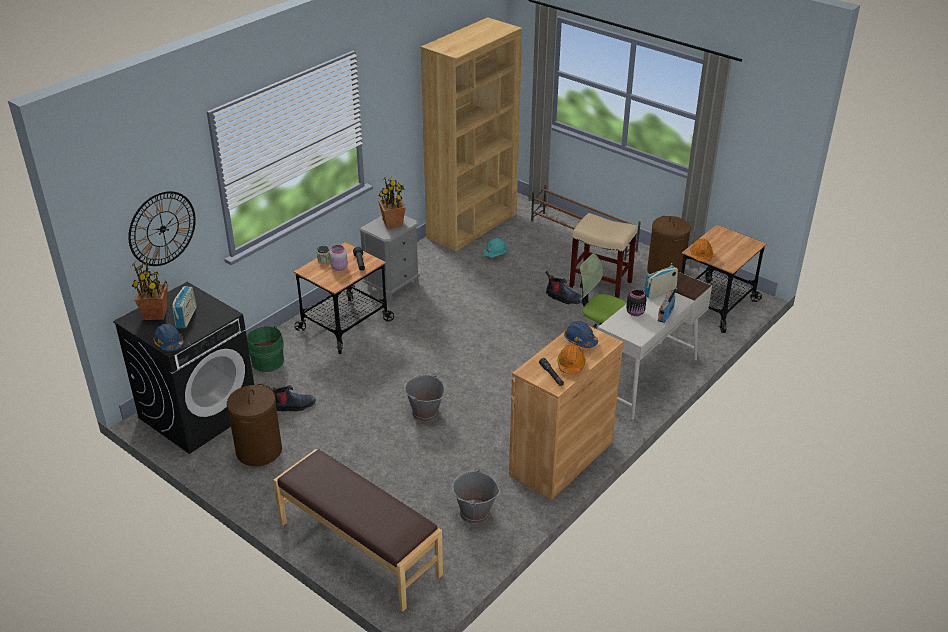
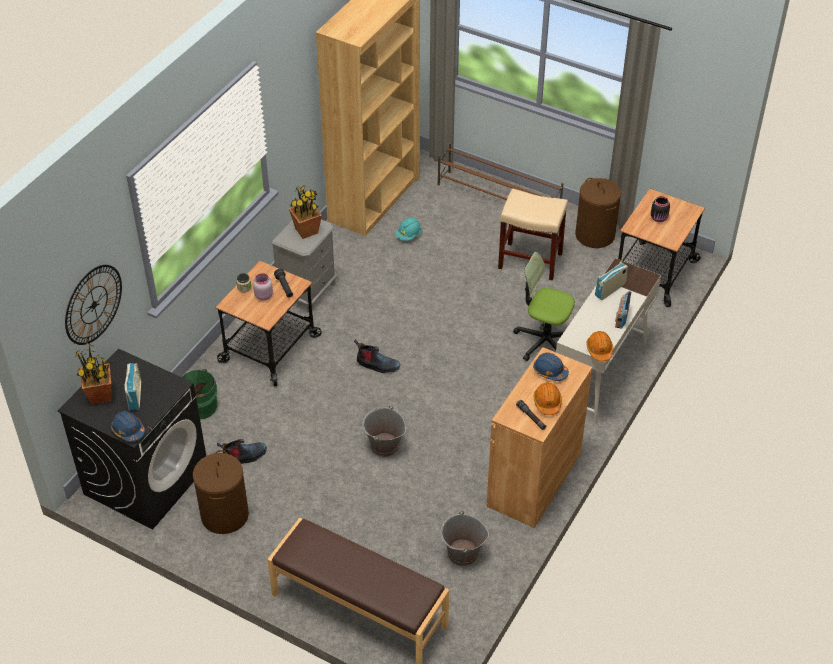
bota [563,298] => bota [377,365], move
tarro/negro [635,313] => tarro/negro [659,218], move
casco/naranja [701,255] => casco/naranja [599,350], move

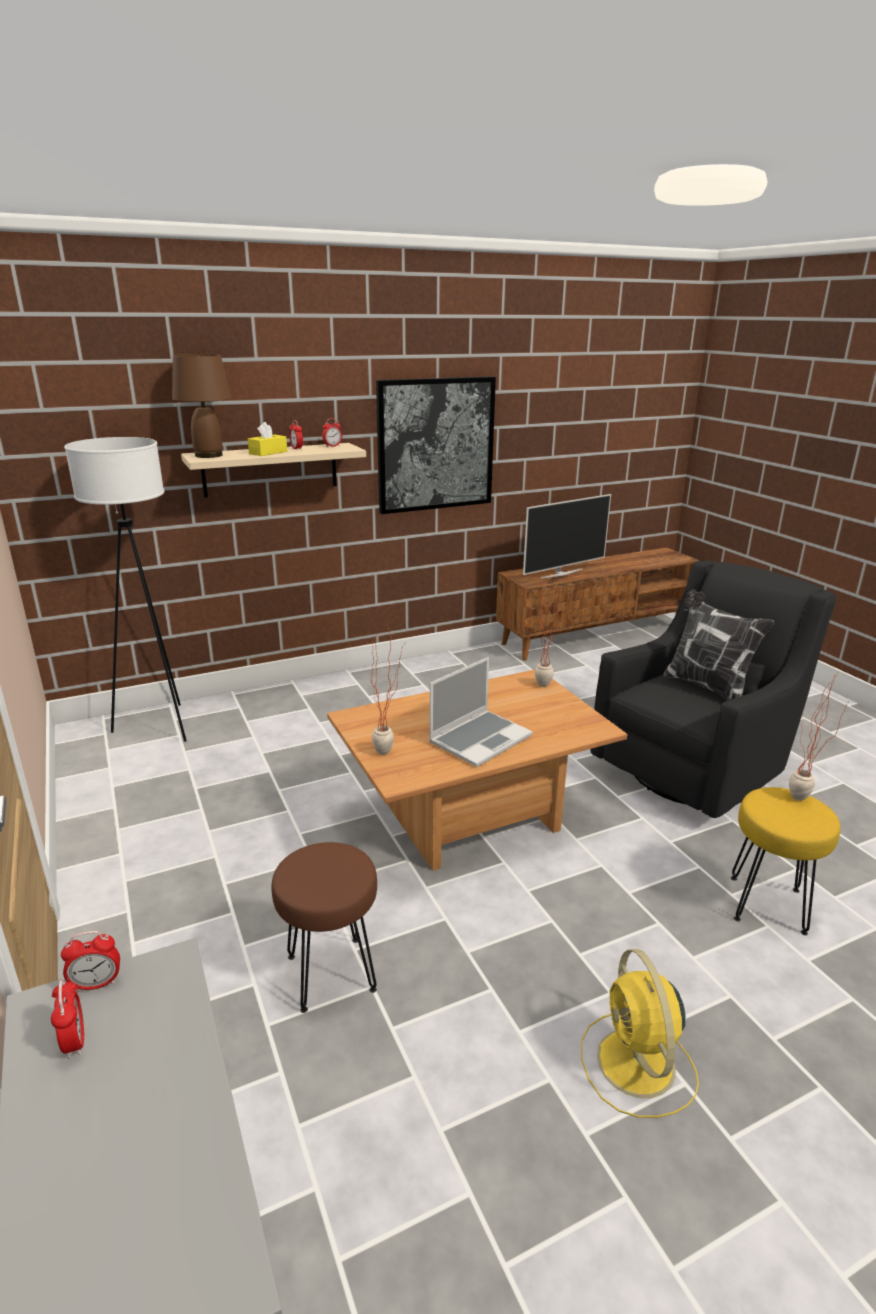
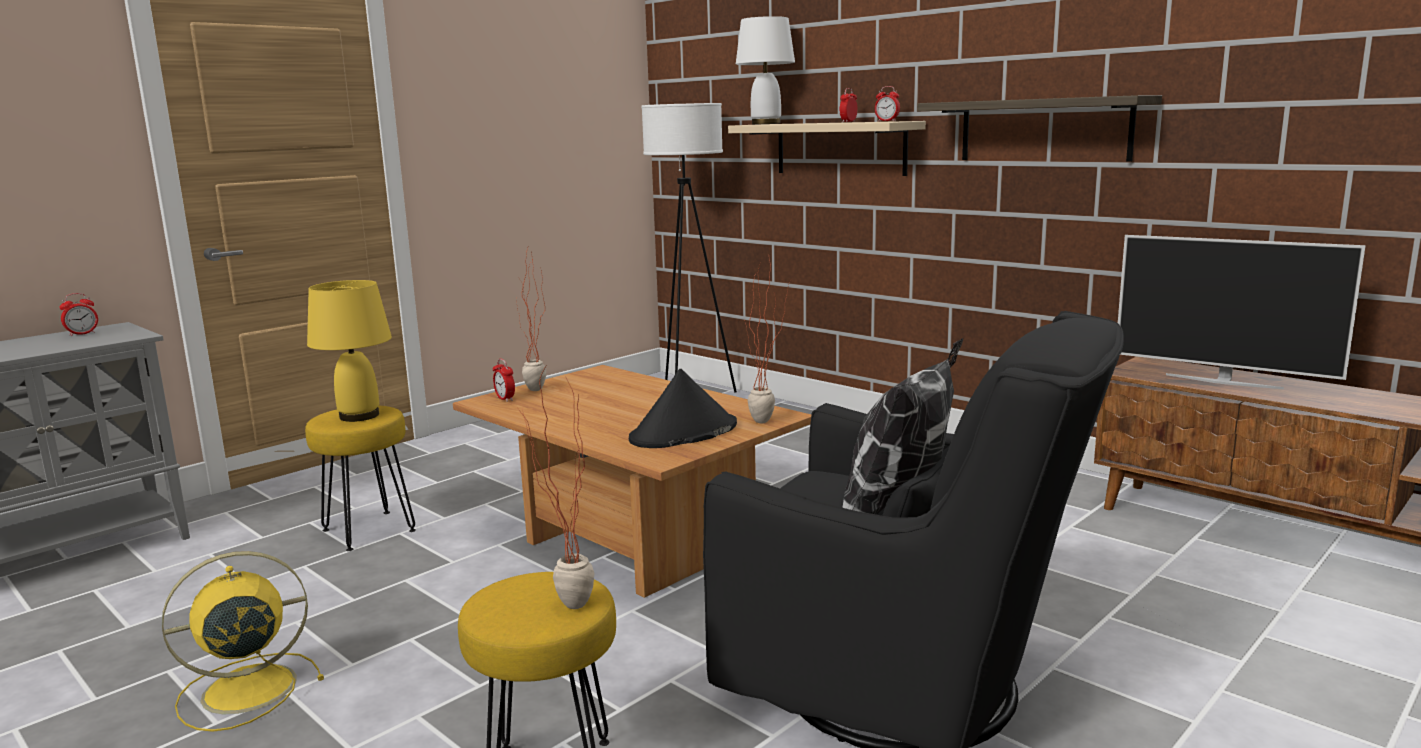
despertador [97,984] => despertador [505,399], move
lámpara de mesa/marrón [208,455] => lámpara de mesa/blanco [765,124]
caja de pañuelos/amarillo [268,453] => nothing
taburete/marrón [330,972] => taburete/amarillo [369,530]
cuadro [435,444] => estante [1044,130]
portátil [480,739] => nothing
nothing => lámpara de mesa/amarillo [360,416]
nothing => sombrero/negro [683,433]

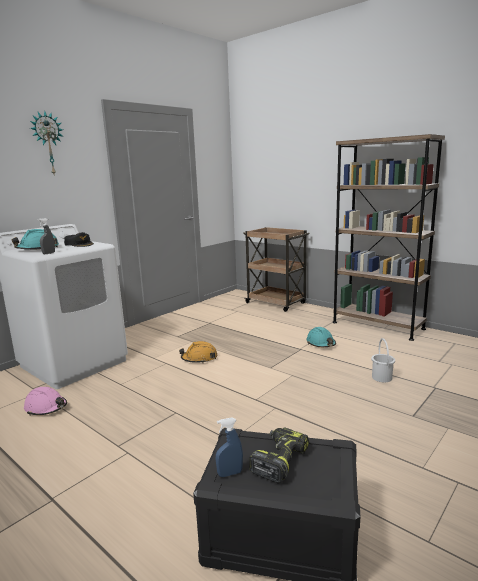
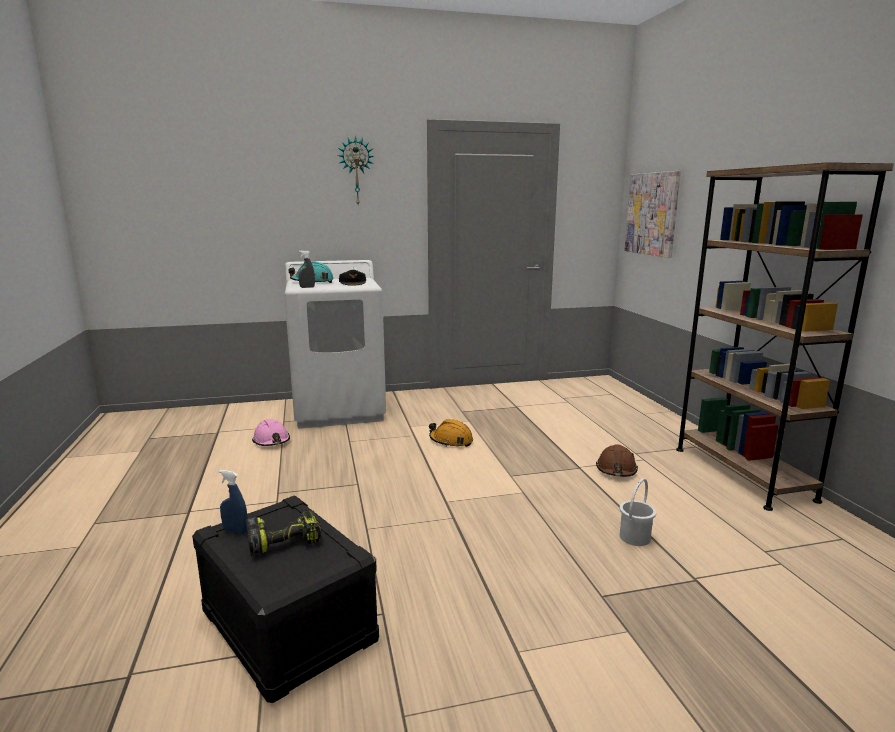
carrito/marrón [276,303] => nothing
casco/turquesa [321,344] => casco/marrón [616,470]
nothing => cuadro [652,214]

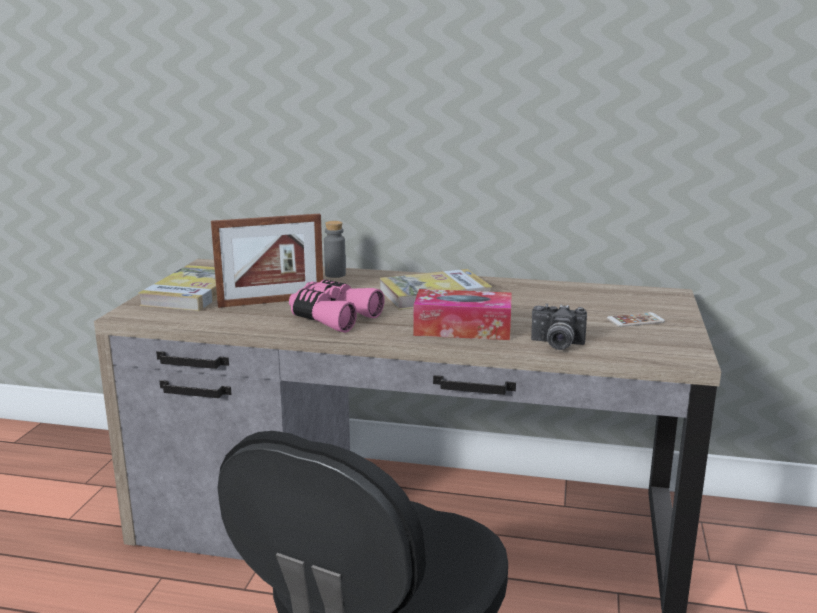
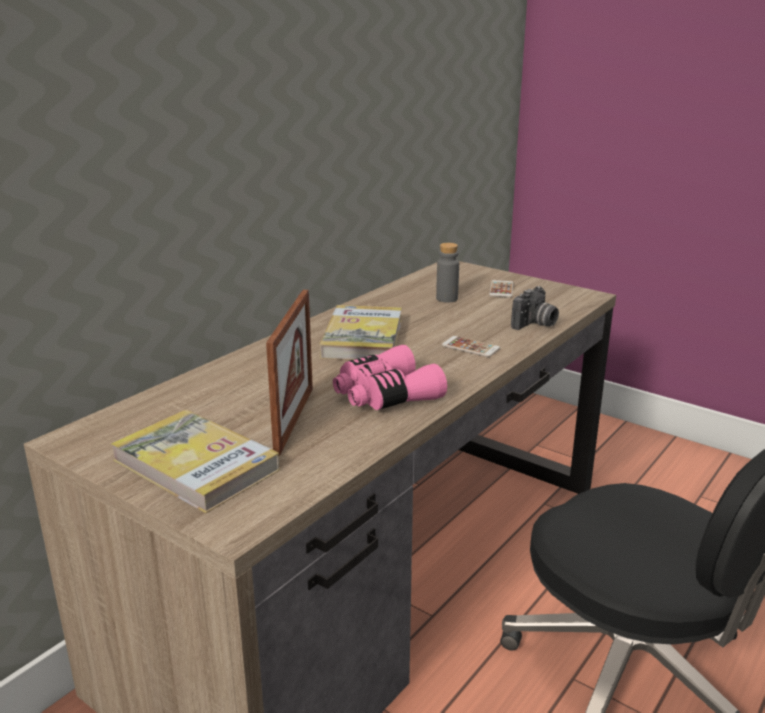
botella/gris [335,274] => botella/gris [447,299], move
caja de pañuelos [462,329] => móvil [470,347]

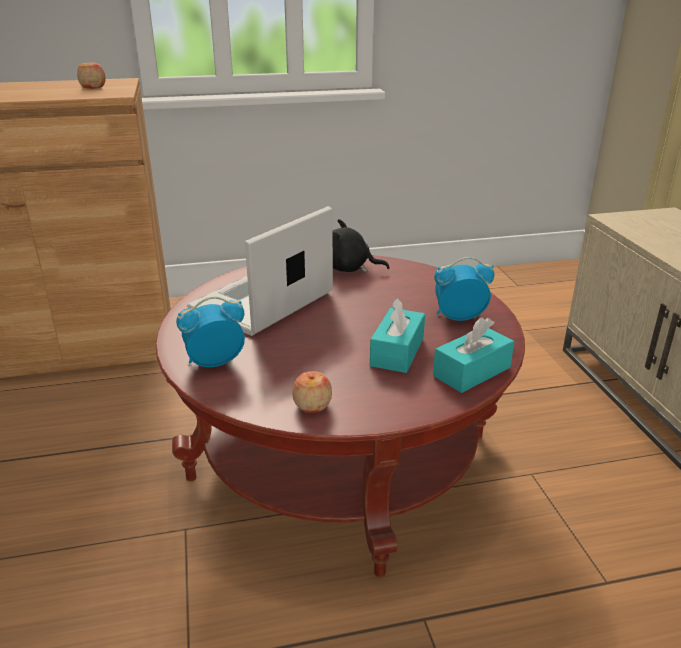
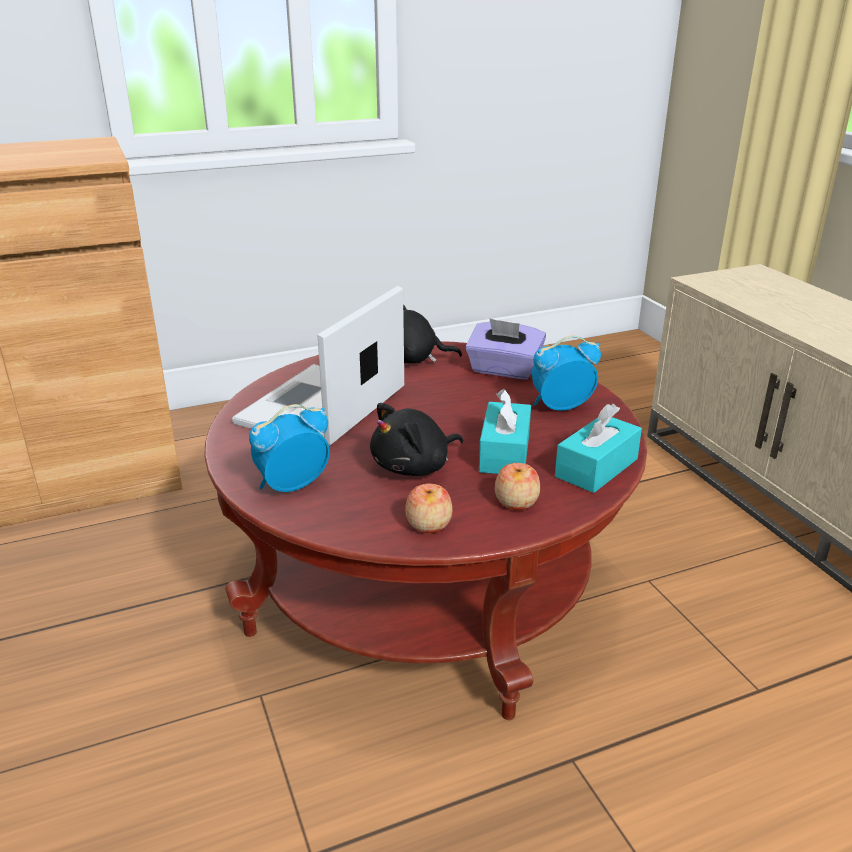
manzana [93,87] => manzana [516,502], move
nothing => peluche/negro [414,467]
nothing => caja de pañuelos/morado [504,370]

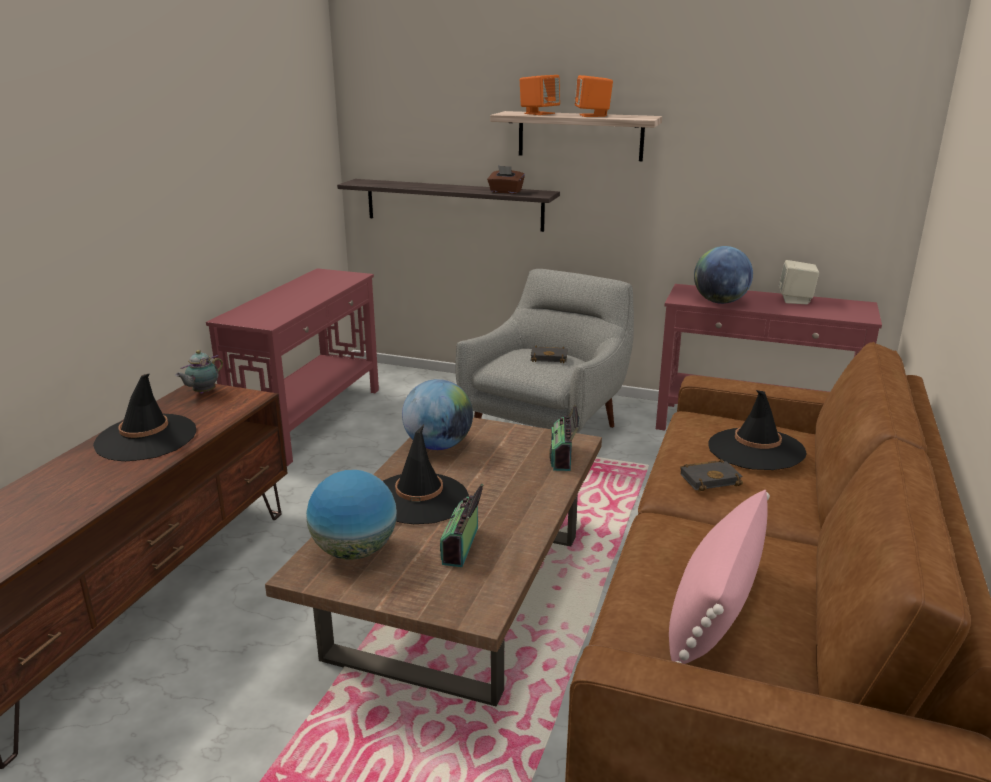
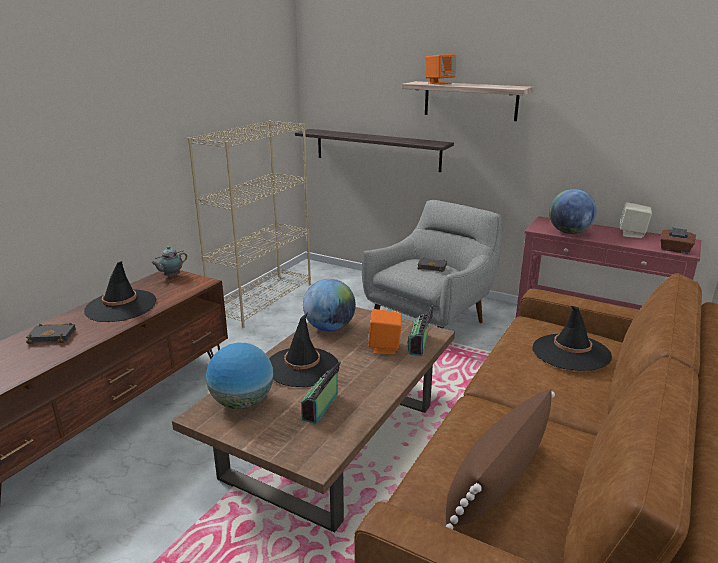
mesa consola/rojo [310,419] => estantería/beis [262,299]
caja de pañuelos/marrón [505,192] => caja de pañuelos/marrón [674,250], move
altavoz/naranja [592,115] => altavoz/naranja [385,348], move
cojín/rosa [714,608] => cojín/marrón [496,482]
libro/negro [710,478] => libro/negro [54,336], move

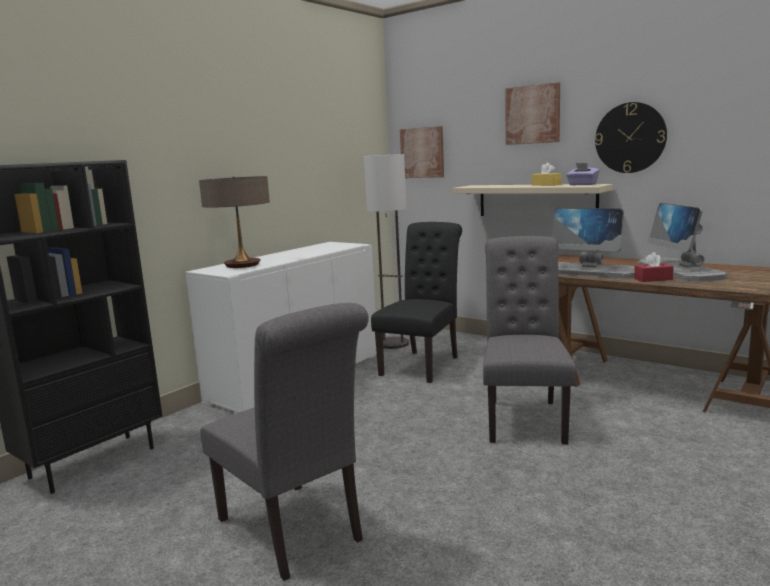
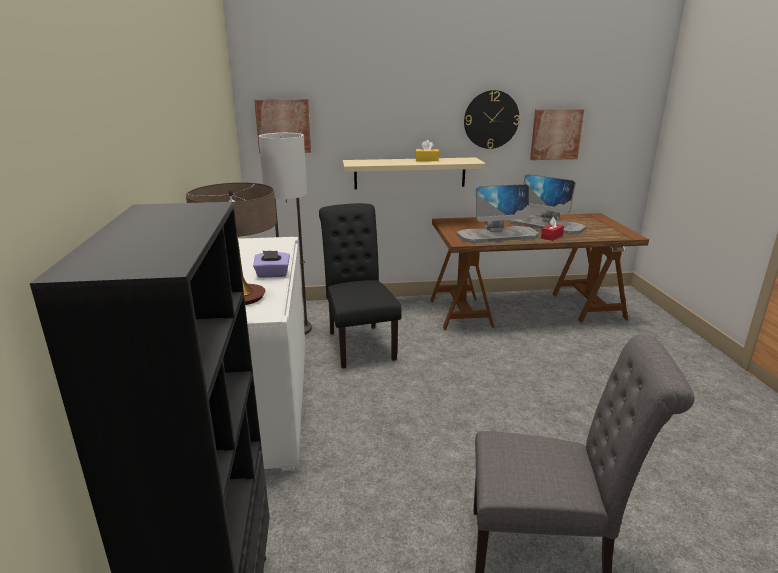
silla/gris [524,417] => nothing
cuadro [533,114] => cuadro [555,134], move
caja de pañuelos/morado [582,185] => caja de pañuelos/morado [272,274], move

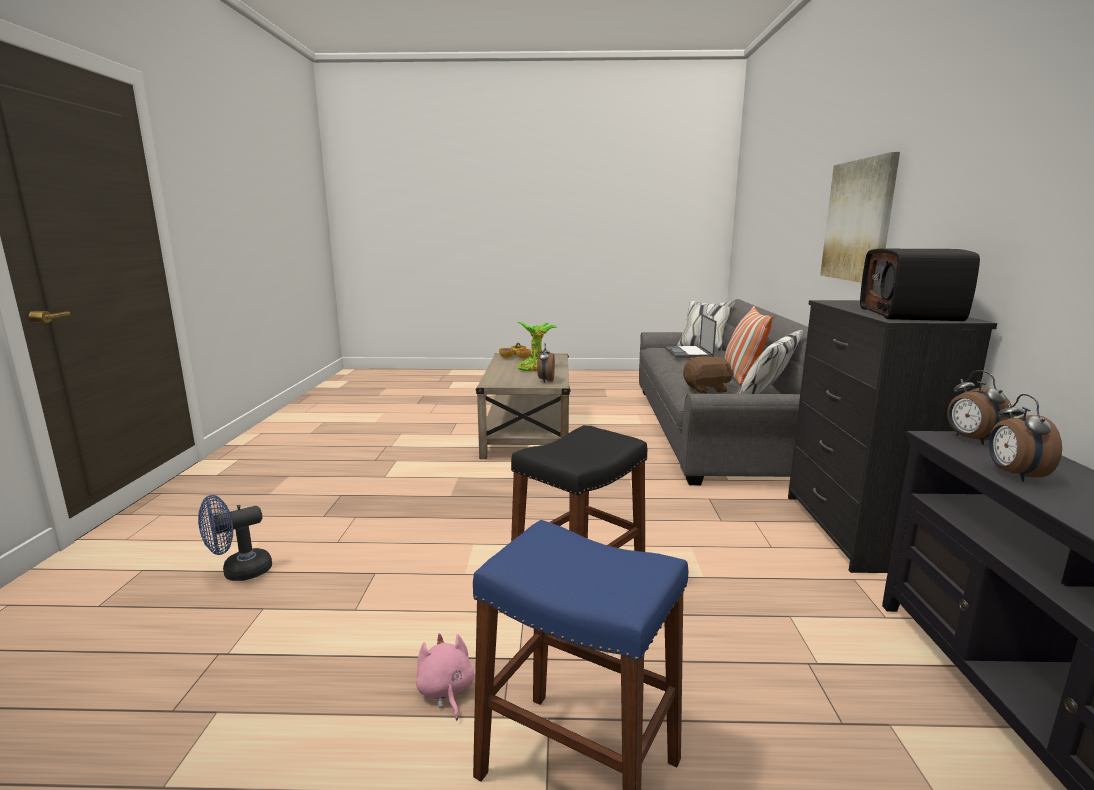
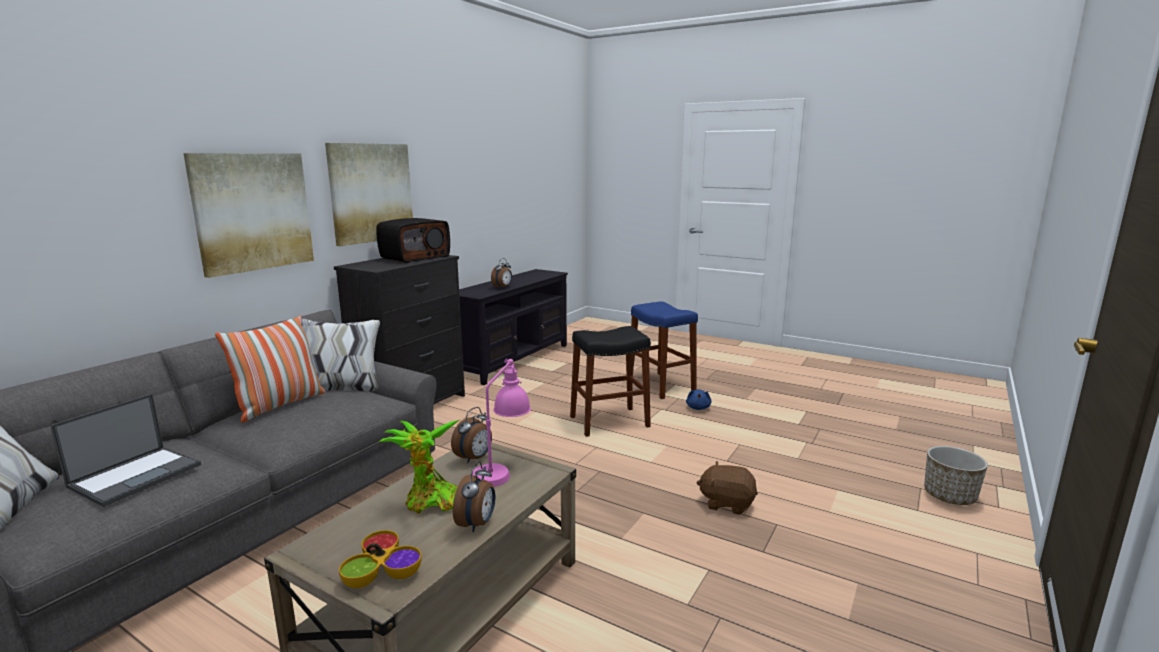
ventilador/azul [239,572] => nothing
peluche/rosa [445,691] => peluche/azul [698,408]
peluche/marrón [707,390] => peluche/marrón [727,503], move
despertador [971,439] => despertador [477,524], move
nothing => cuadro [371,192]
nothing => lámpara de mesa/rosa [502,470]
nothing => maceta [949,496]

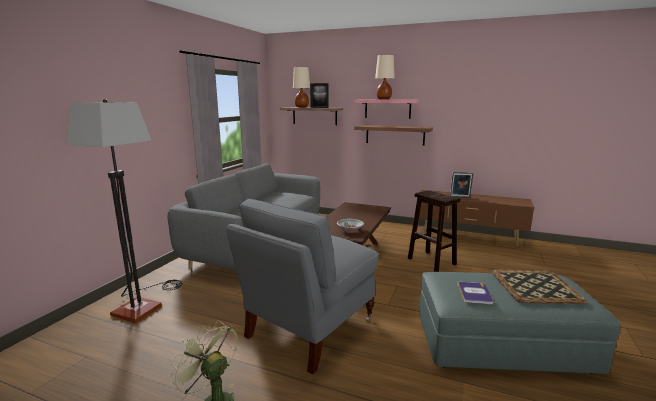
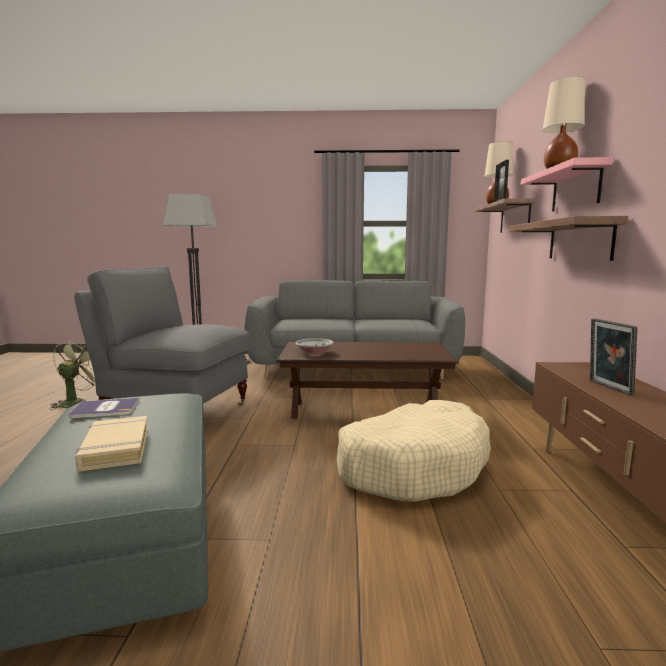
taburete/marrón [432,261] => cama para perro/beis [412,466]
bandeja [536,287] => libro/beis [115,448]

